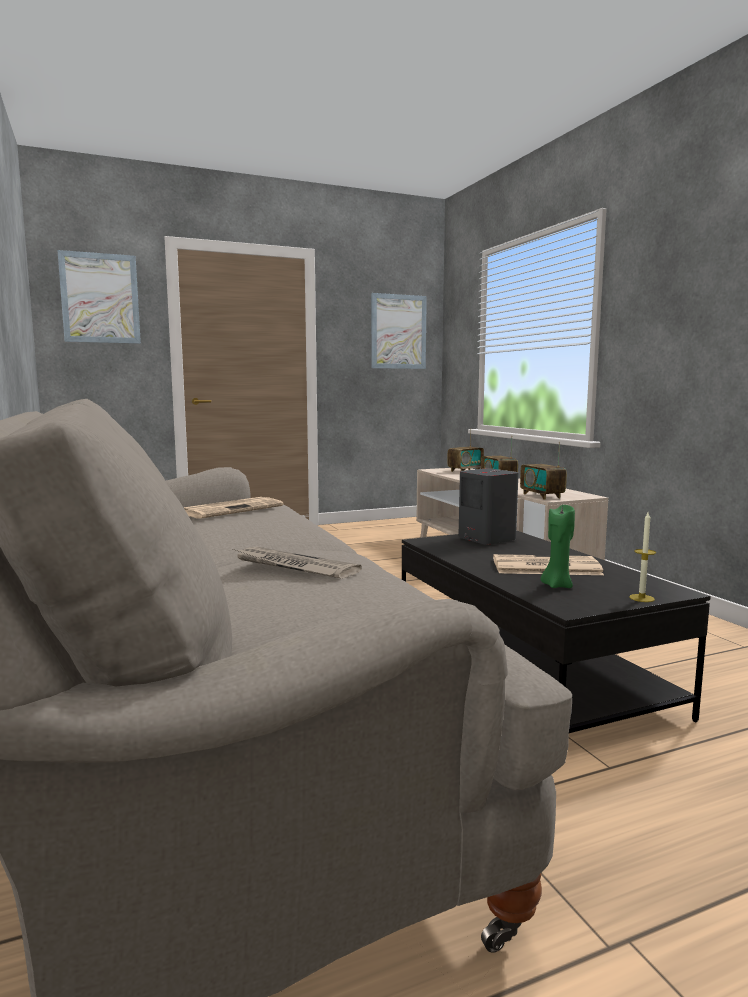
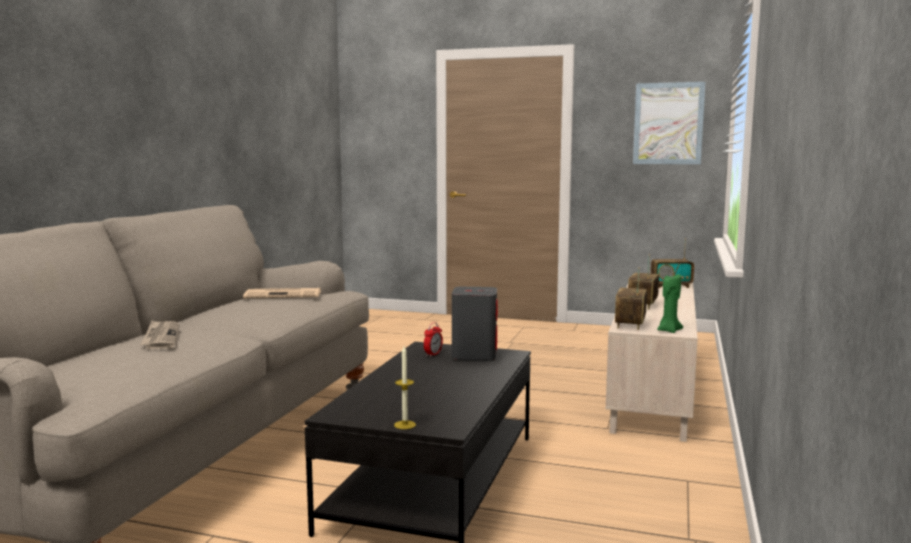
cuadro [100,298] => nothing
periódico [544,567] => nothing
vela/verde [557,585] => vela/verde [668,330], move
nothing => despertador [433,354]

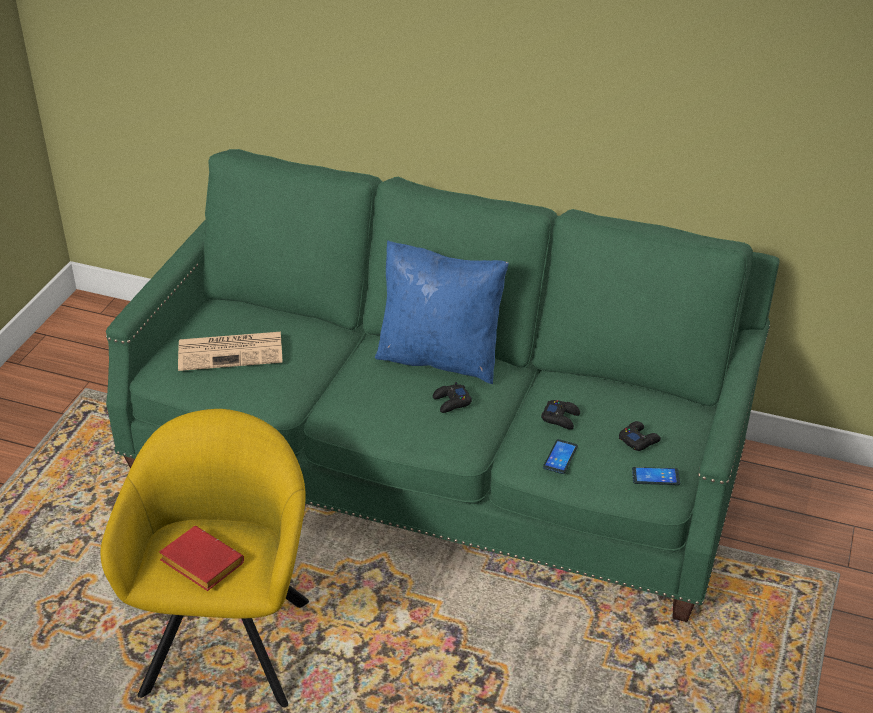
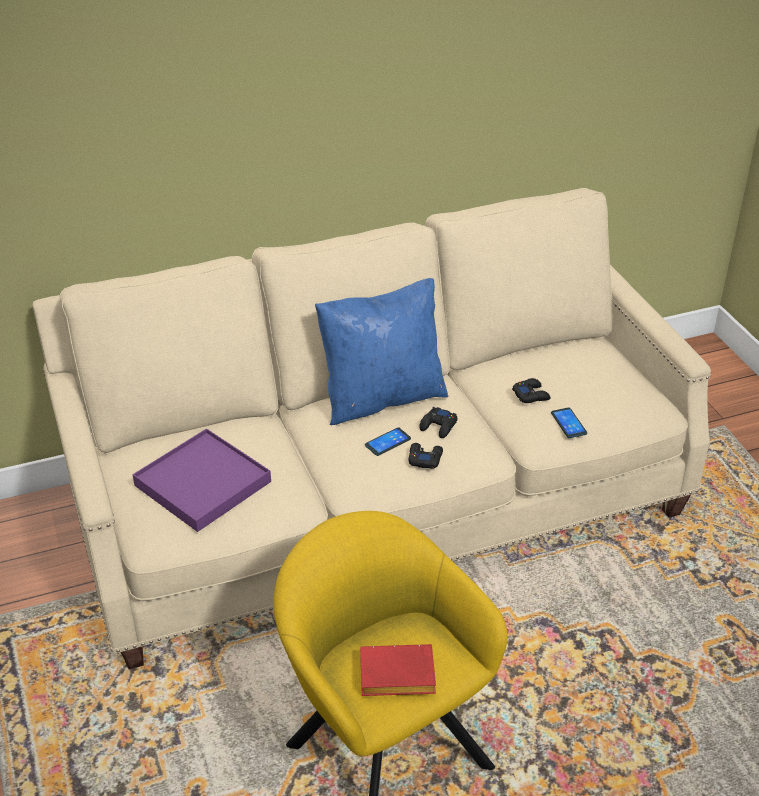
sofá/verde [438,465] => sofá/beis [380,505]
periódico [232,351] => bandeja/morado [203,483]
mando de consola/negro [639,440] => mando de consola/negro [424,458], move
móvil [655,476] => móvil [387,442], move

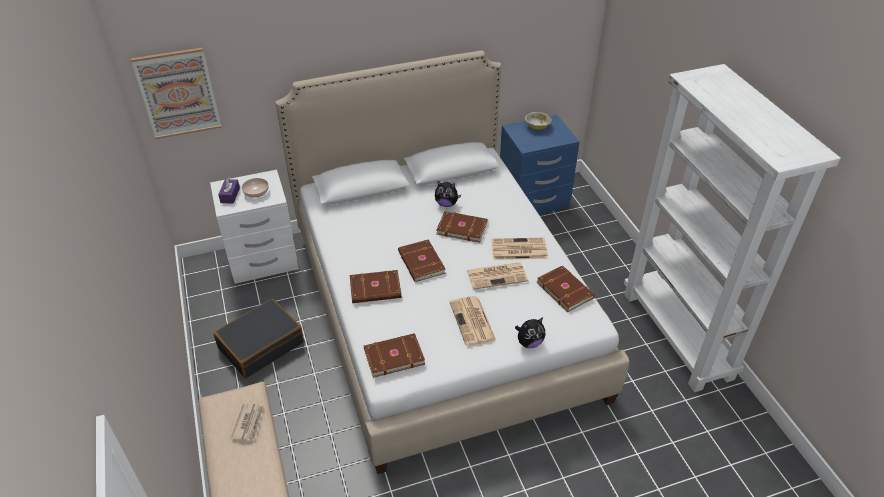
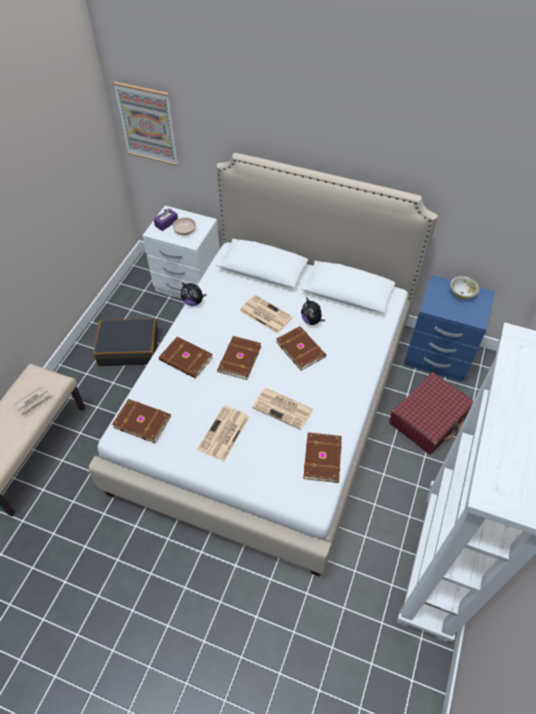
periódico [518,249] => periódico [265,314], move
peluche [529,342] => peluche [193,302], move
nothing => maleta/rojo [429,419]

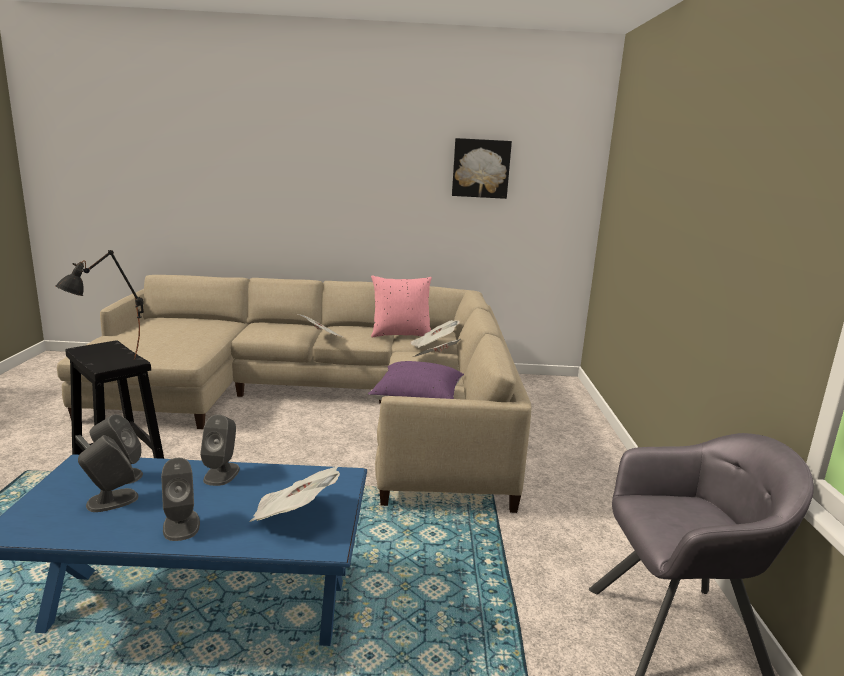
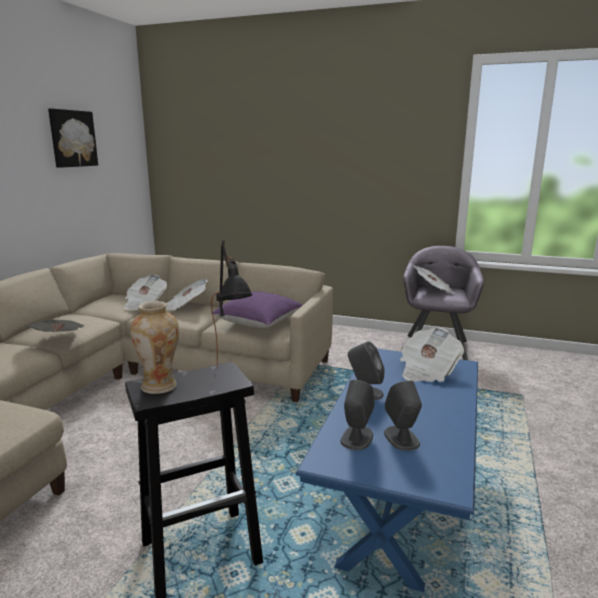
altavoz/gris [181,525] => nothing
cojín/rosa [400,334] => nothing
nothing => florero [159,386]
nothing => periódico [433,290]

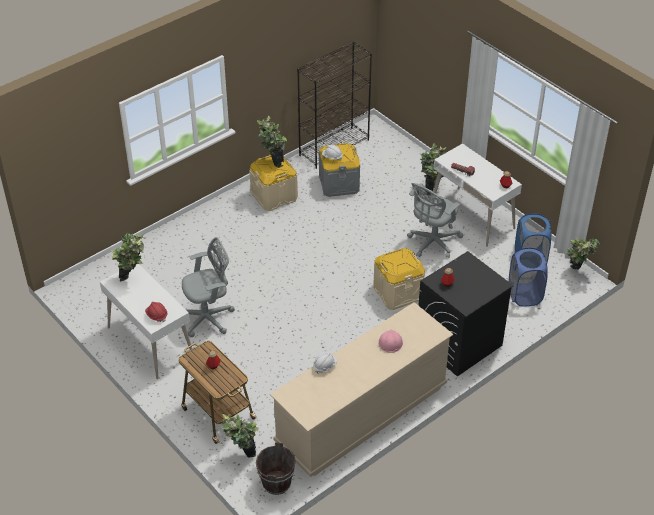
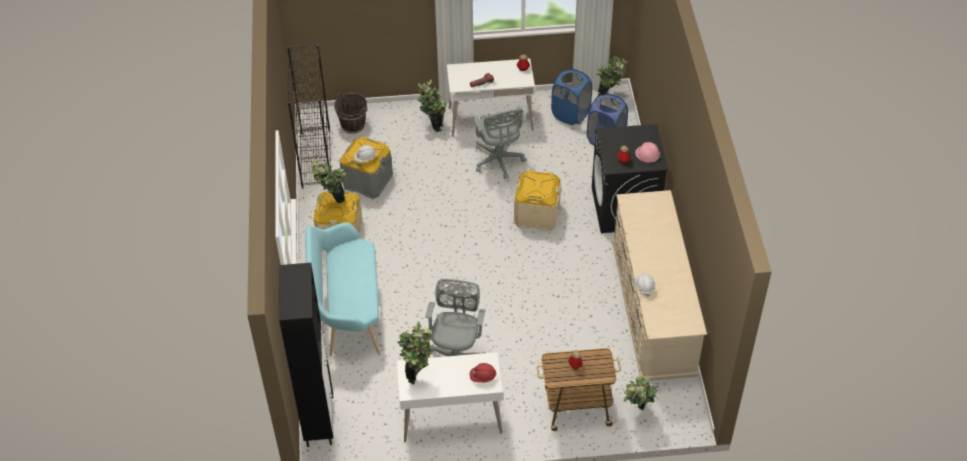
cubo/marrón [277,483] => cubo/marrón [353,125], move
casco/rosa [390,342] => casco/rosa [647,154], move
nothing => armario/negro [319,420]
nothing => banco/turquesa [347,313]

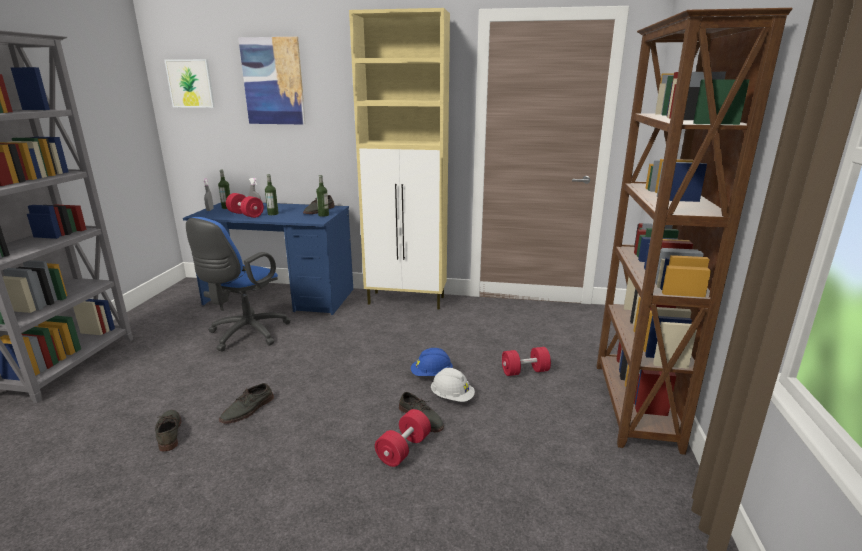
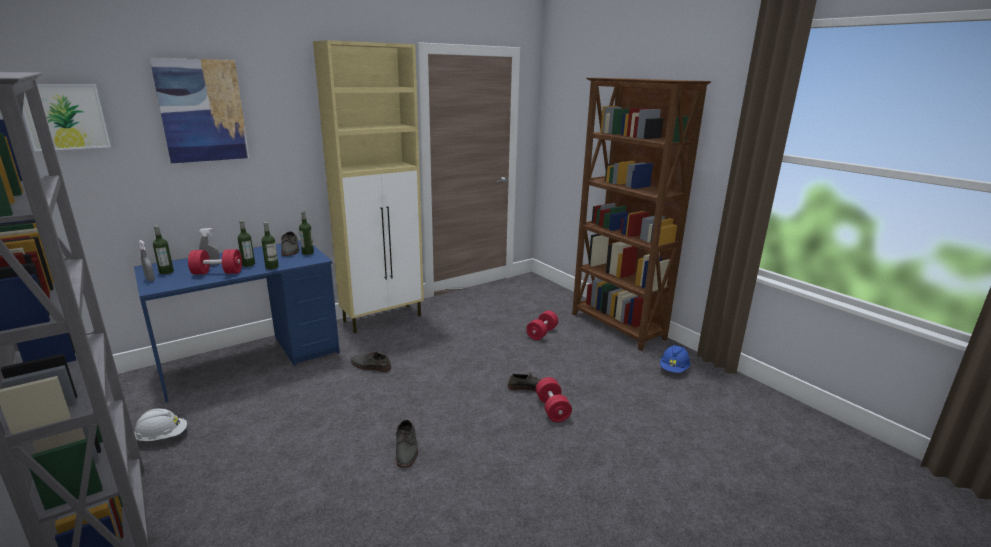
zapato/gris [168,432] => zapato/gris [370,366], move
silla de oficina/azul [245,335] => nothing
casco/azul [431,375] => casco/azul [674,369], move
casco/blanco [452,397] => casco/blanco [162,437], move
nothing => botella [272,267]

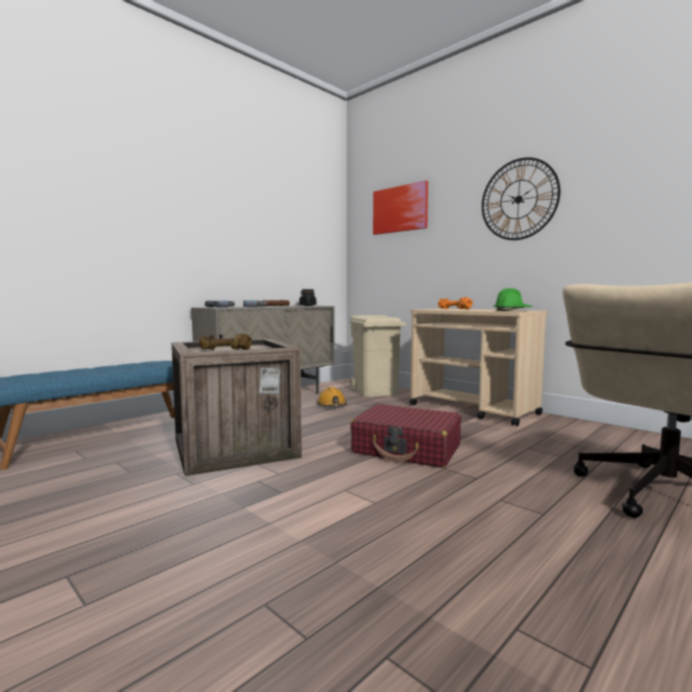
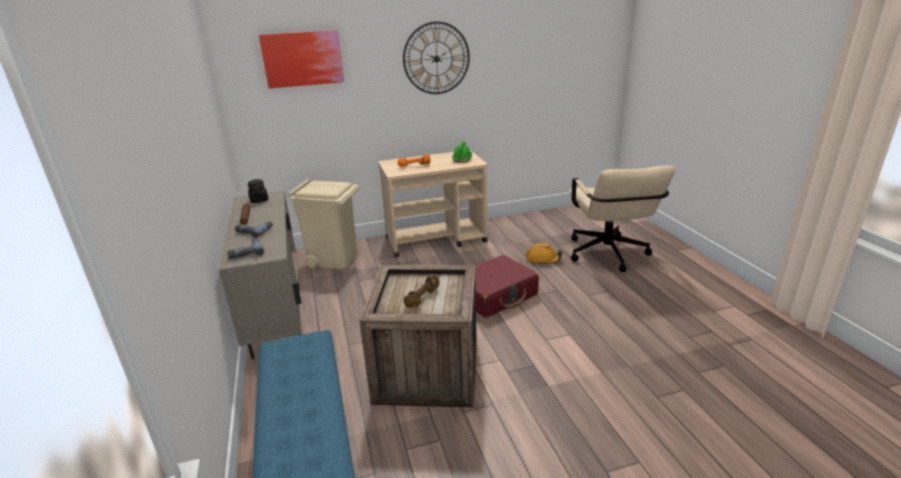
casco/naranja [332,405] => casco/naranja [543,259], move

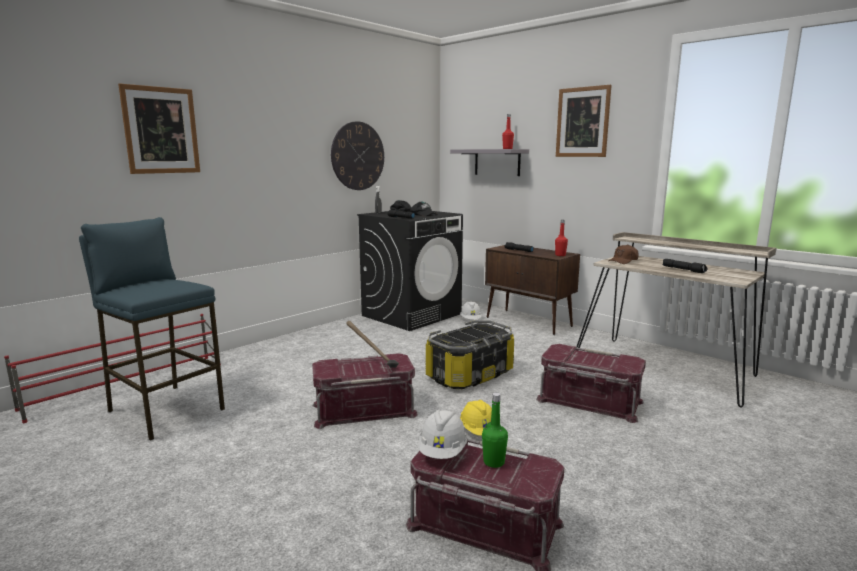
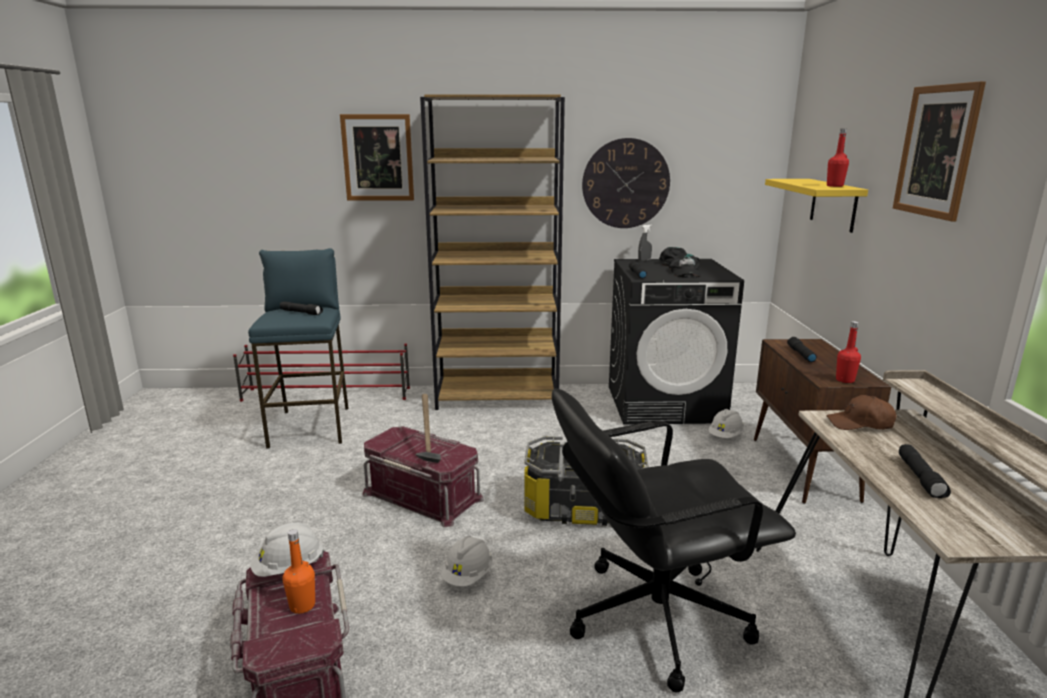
estante/gris [497,162] => estante/amarillo [833,204]
casco/amarillo [478,431] => casco/blanco [468,576]
botella/verde [494,462] => botella/naranja [302,605]
caja de almacenaje/rojo [589,401] => silla de oficina/negro [654,617]
nothing => linterna/negro [302,312]
nothing => estantería/marrón [498,396]

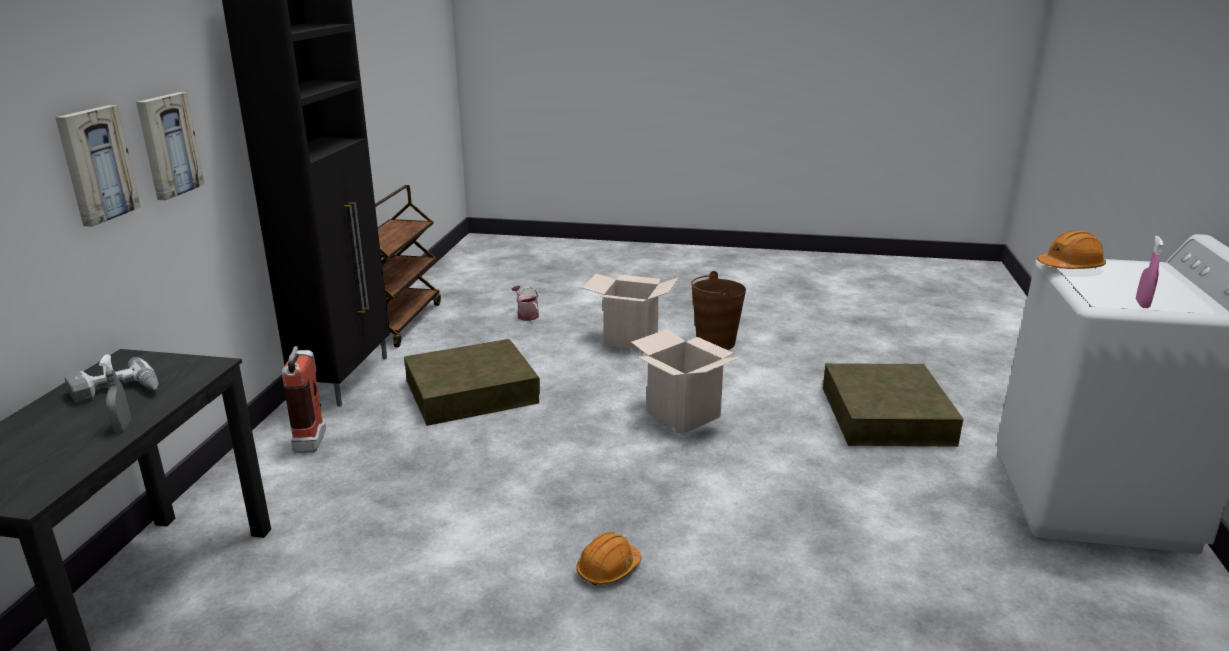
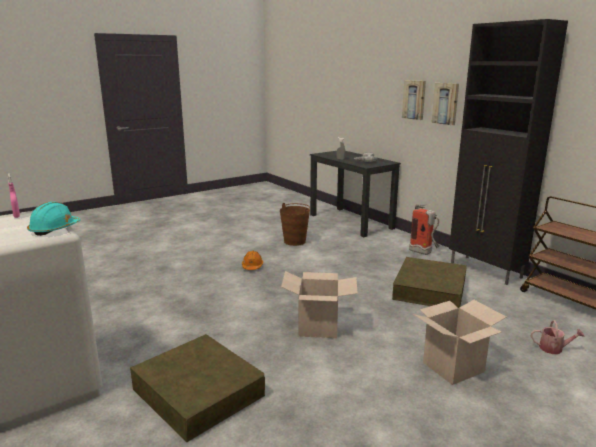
cubo/marrón [715,343] => cubo/marrón [295,241], move
casco/naranja [1070,267] => casco/turquesa [54,229]

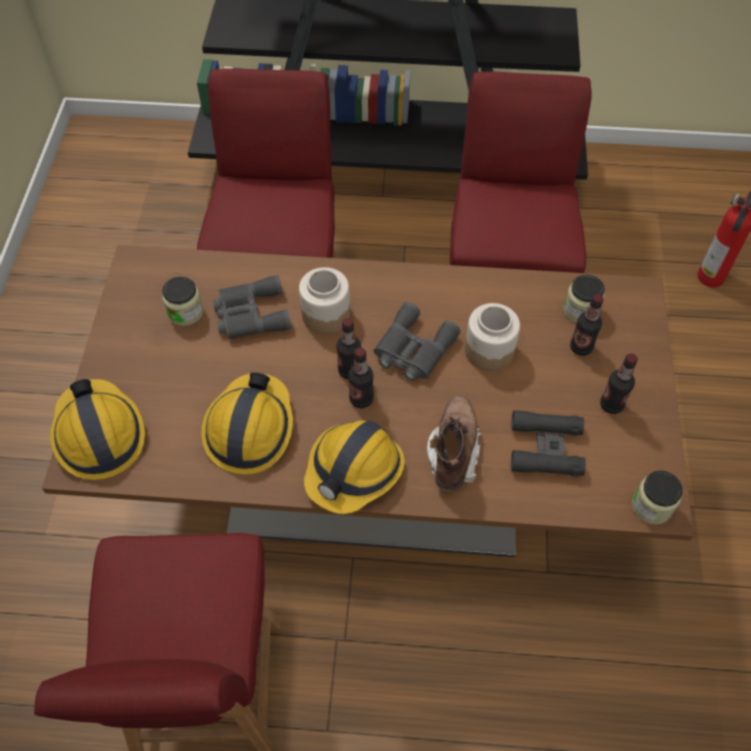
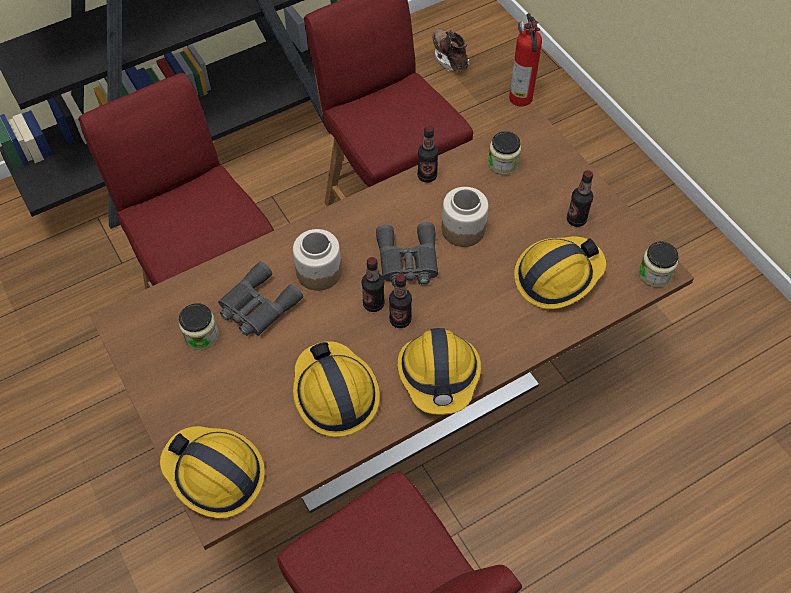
bota/marrón [453,452] => bota/marrón [449,58], move
prismáticos/negro [546,448] => casco [557,276]
botella [581,347] => botella [427,176], move

